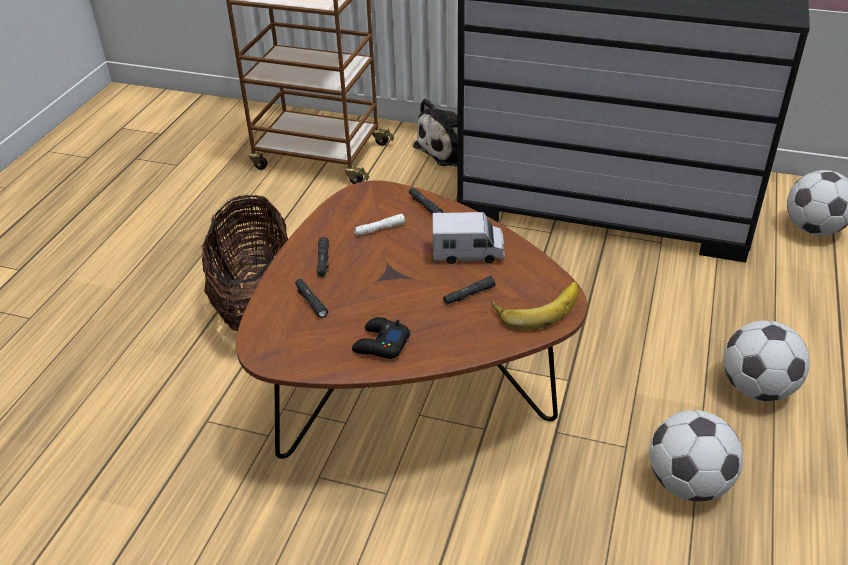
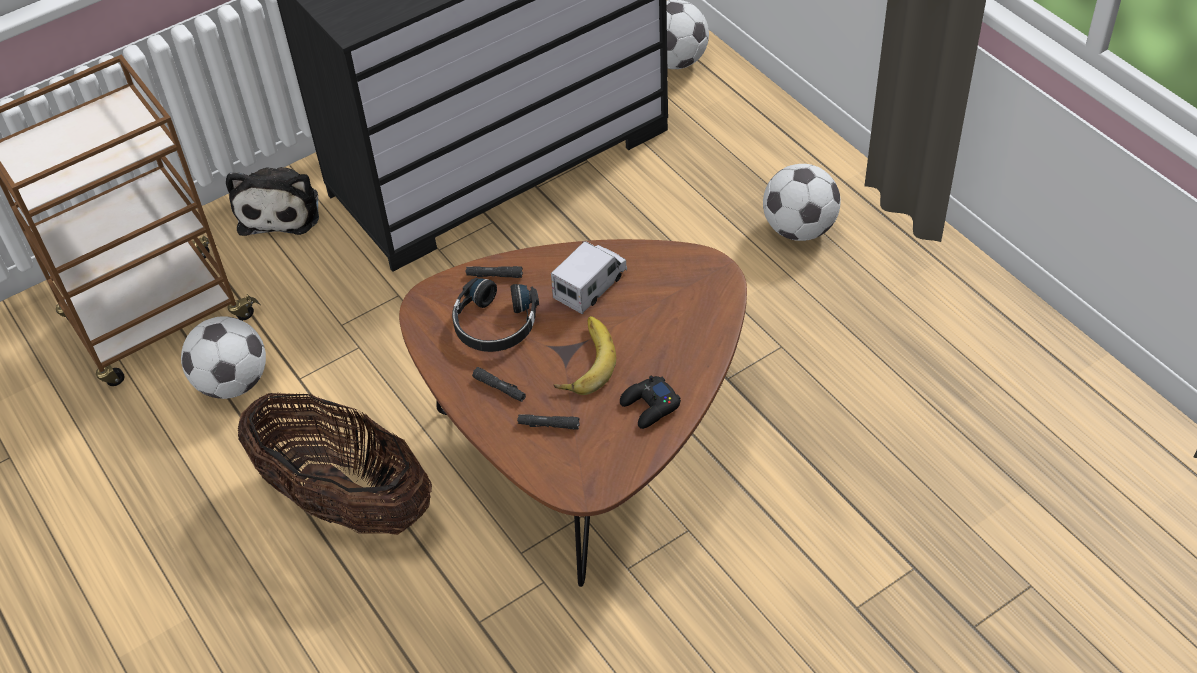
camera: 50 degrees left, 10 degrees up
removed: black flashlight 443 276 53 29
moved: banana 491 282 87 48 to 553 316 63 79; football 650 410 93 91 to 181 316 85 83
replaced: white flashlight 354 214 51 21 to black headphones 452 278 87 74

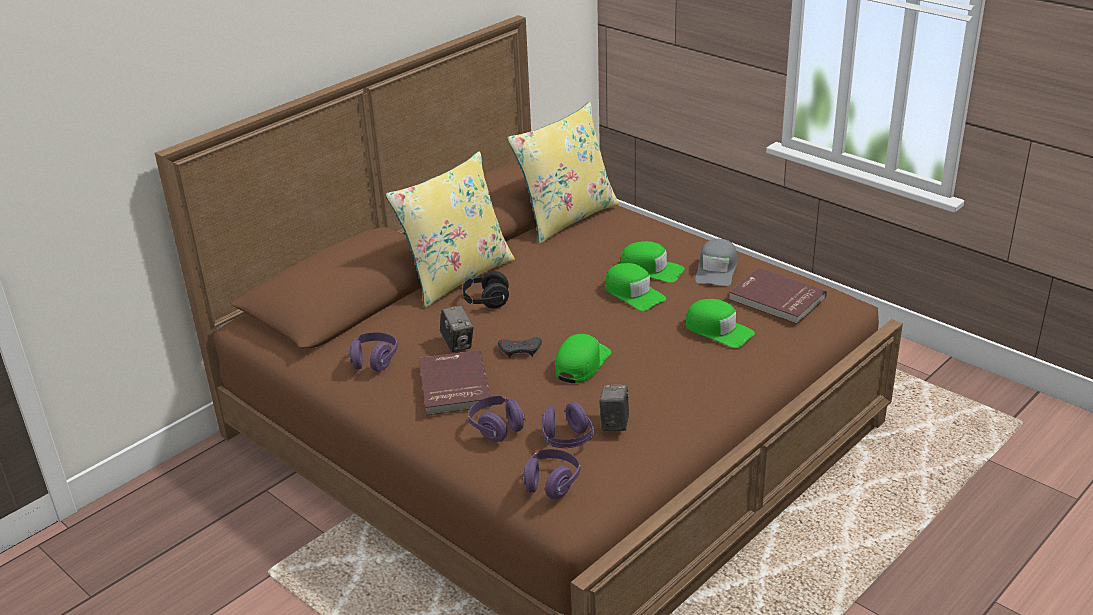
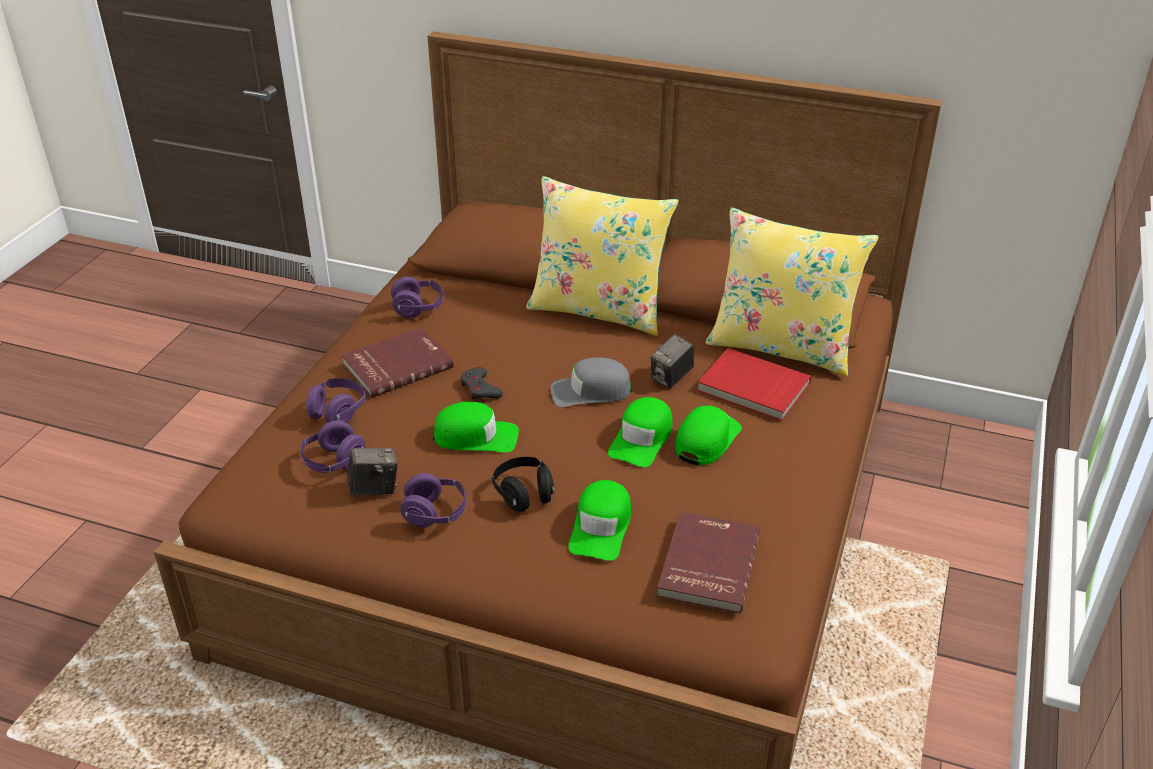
camera: 65 degrees right, 5 degrees up
added: red book 697 348 114 73
moved: photo camera 440 305 34 47 to 651 334 43 55; black headphones 461 271 48 38 to 492 457 63 55; purple headphones 523 449 58 50 to 400 473 68 55; grey cap 695 239 42 47 to 551 358 80 49
turned: green cap 619 241 66 41 = 675 406 67 59 150 degrees counterclockwise

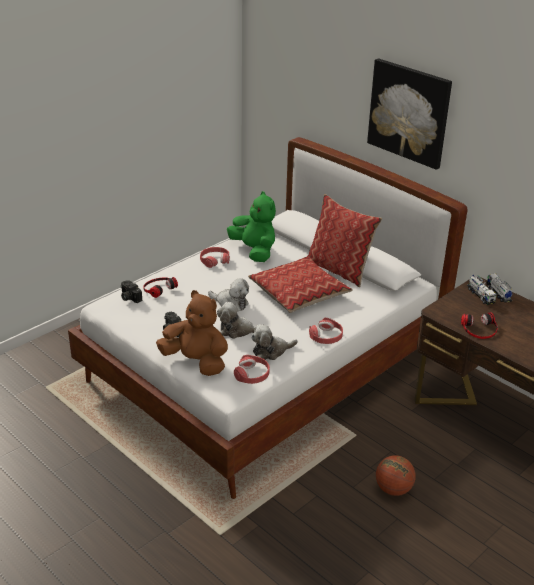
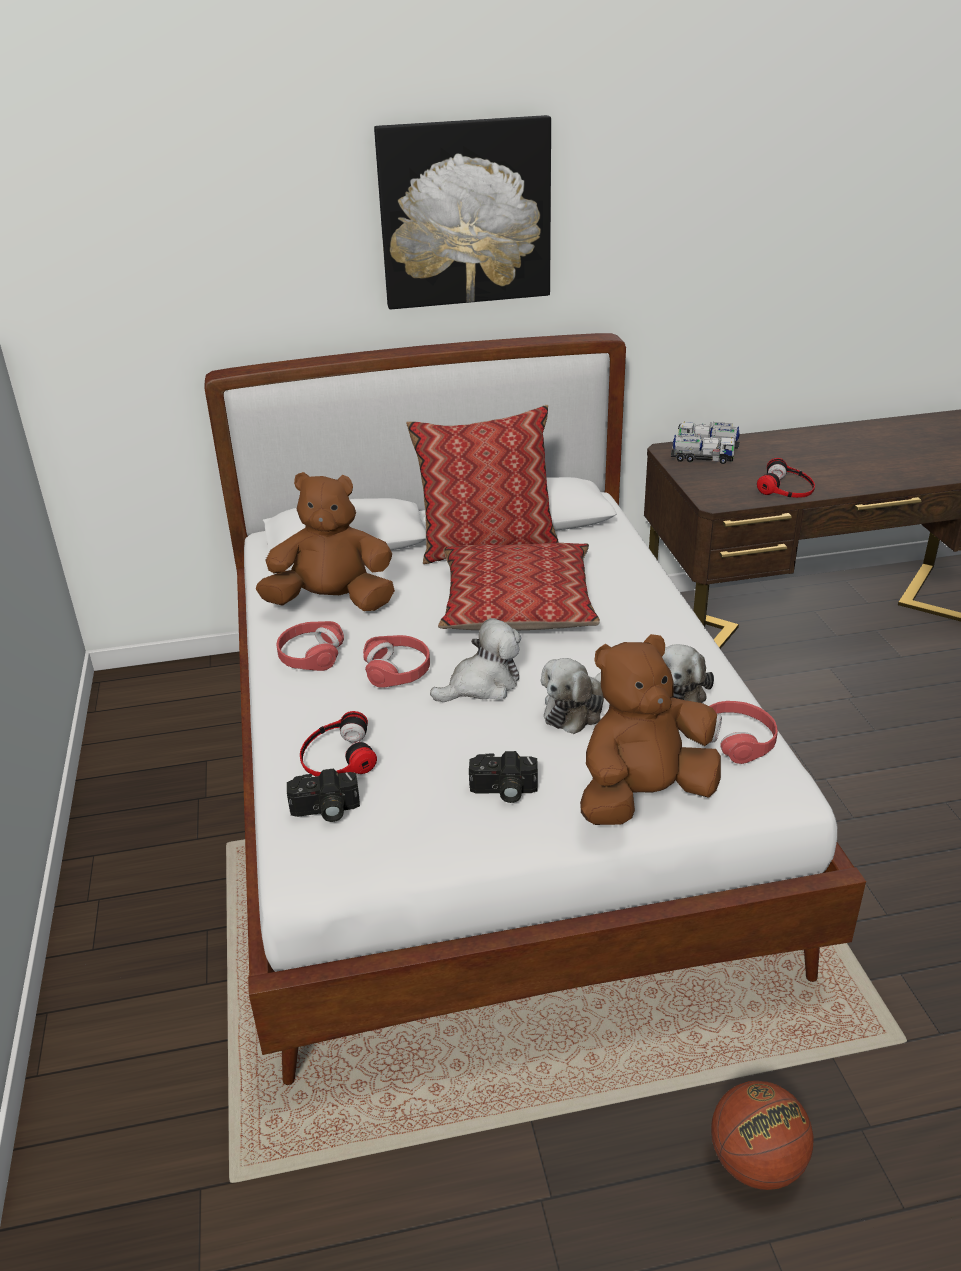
camera: 55 degrees left, 0 degrees up
moved: red headphones 309 318 34 26 to 363 635 67 53; basketball 376 455 40 41 to 711 1081 103 109
recoloured: green plush toy 227 191 49 71 to brown plush toy 256 472 139 139

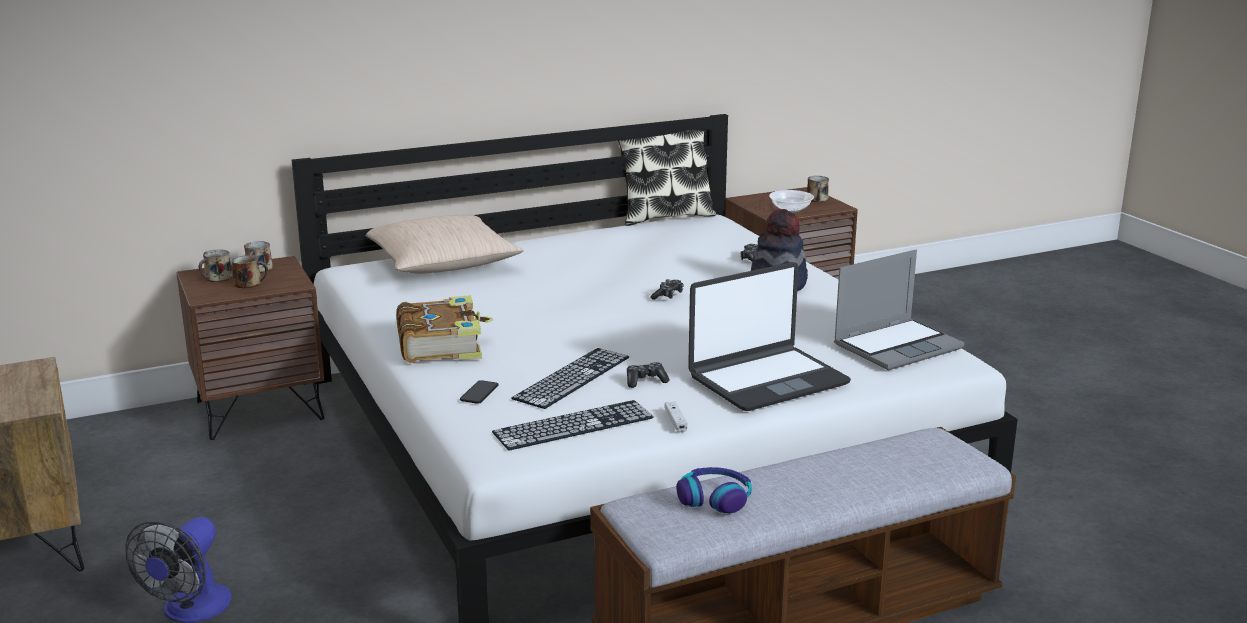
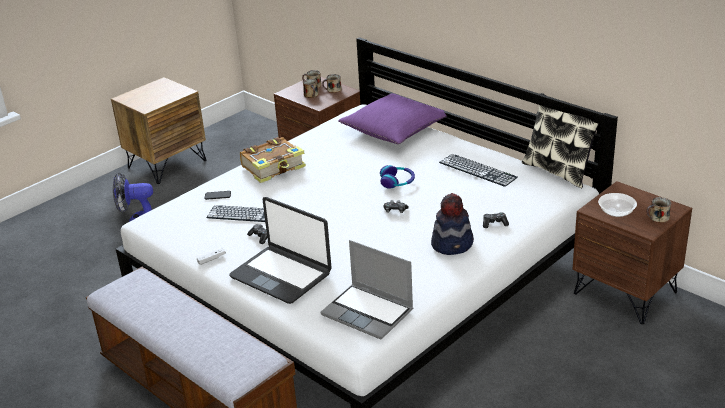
camera: 70 degrees right, 10 degrees up
moved: keyboard 492 400 162 51 to 439 154 79 33; headphones 676 467 76 46 to 380 165 35 24
recoloured: beige pillow 365 215 159 59 to purple pillow 338 93 109 51

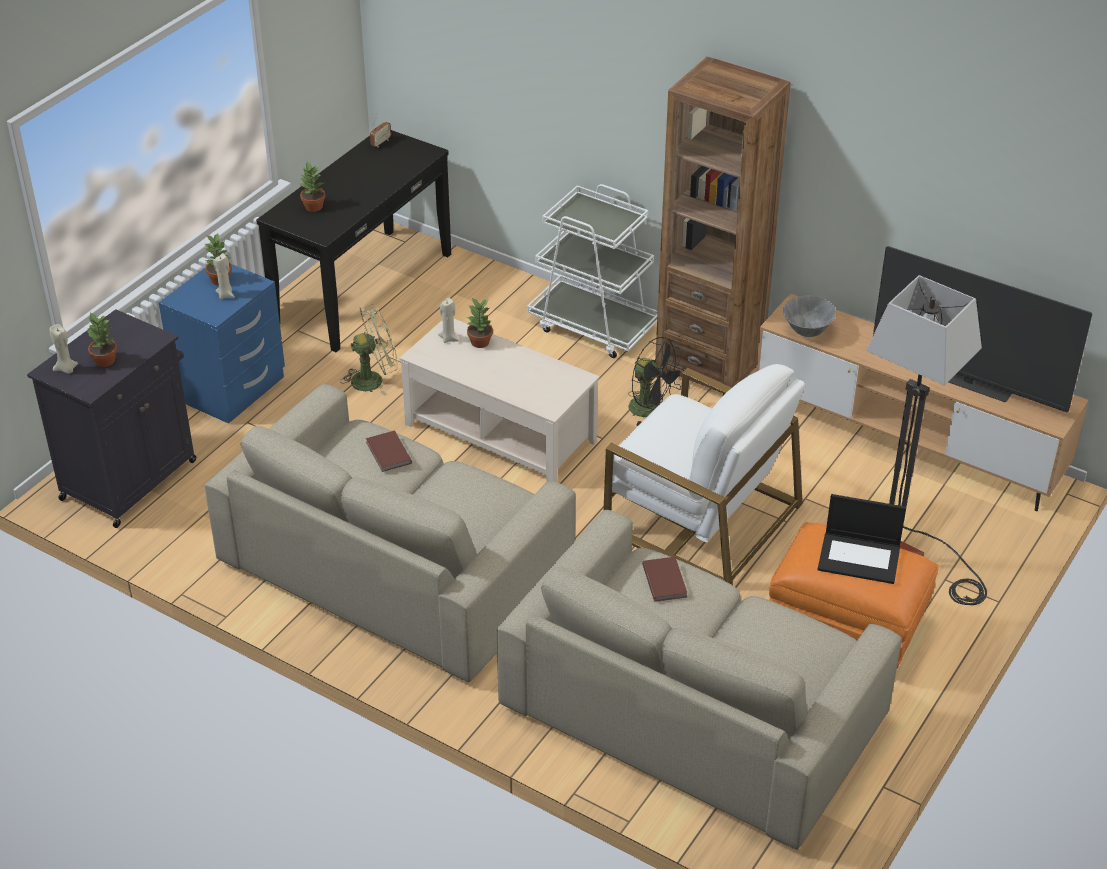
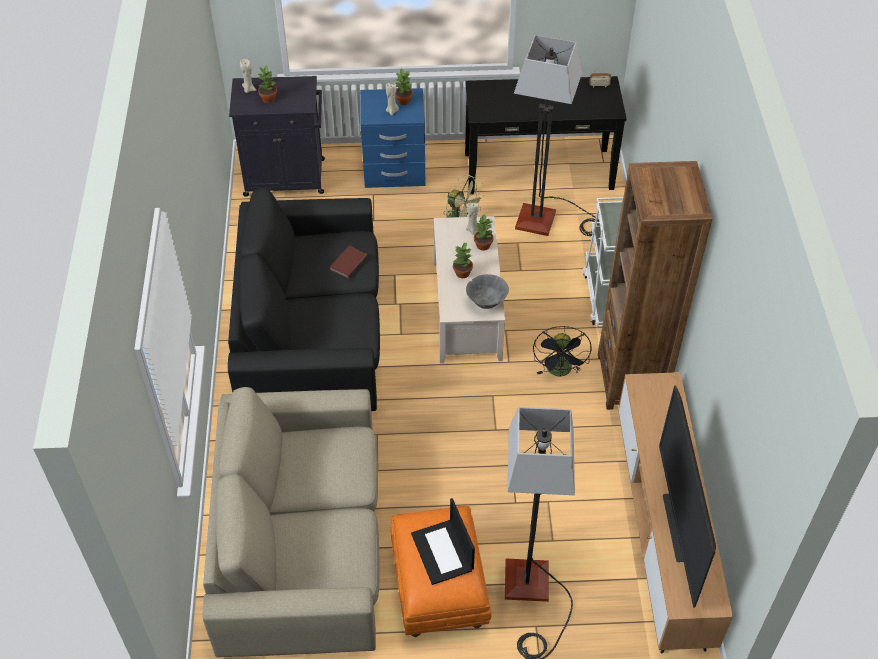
camera: 55 degrees right, 10 degrees up
removed: white armchair 603 364 202 221; brown book 642 557 45 45
added: floor lamp 514 35 86 201
moved: potted plant 300 160 25 52 to 453 242 20 36; grey bowl 783 296 53 41 to 466 274 43 35
recoloured: beige sofa 204 384 372 298 to black sofa 228 188 152 223

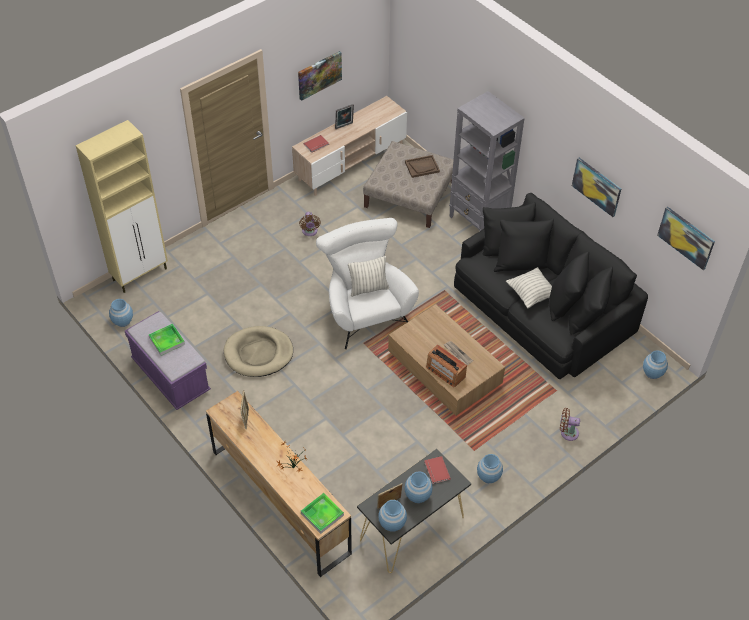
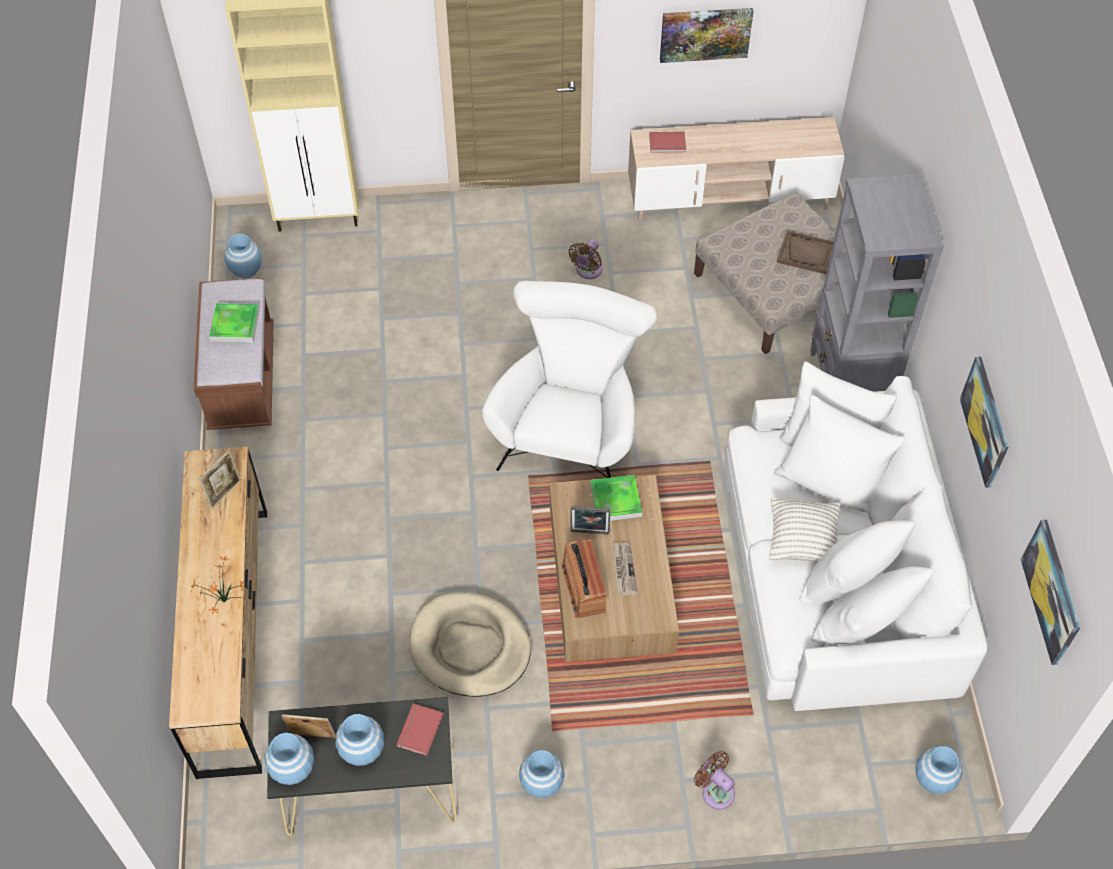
camera: 35 degrees right, 5 degrees up
removed: pillow 348 256 41 41
moved: beige dog bed 224 326 69 51 to 409 592 122 105; tray 301 493 43 41 to 591 475 51 46; picture frame 335 104 19 25 to 570 506 40 29
recoloured: purple bench 125 311 86 99 to brown bench 193 278 81 152; black sofa 454 193 194 186 to white sofa 725 361 263 350

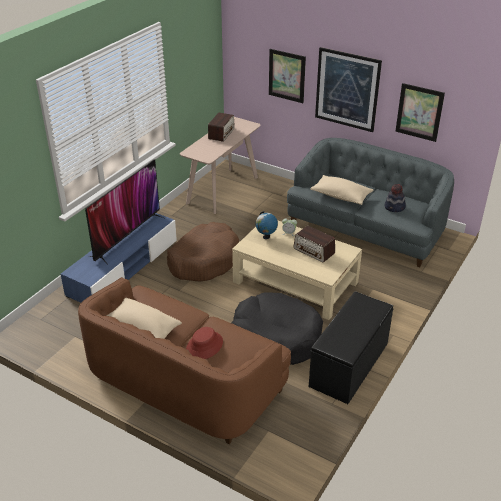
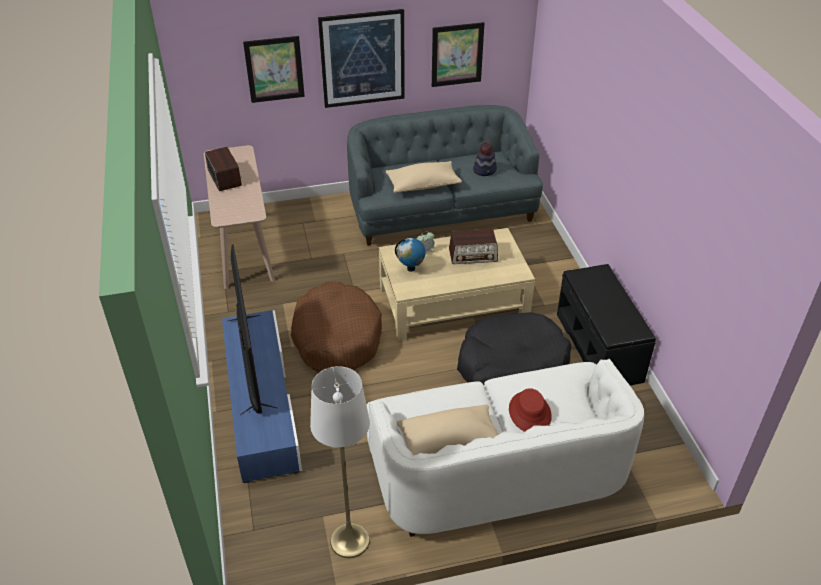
camera: 45 degrees left, 5 degrees up
added: white floor lamp 310 366 60 192
recoloured: brown sofa 78 277 213 167 to white sofa 366 359 278 178

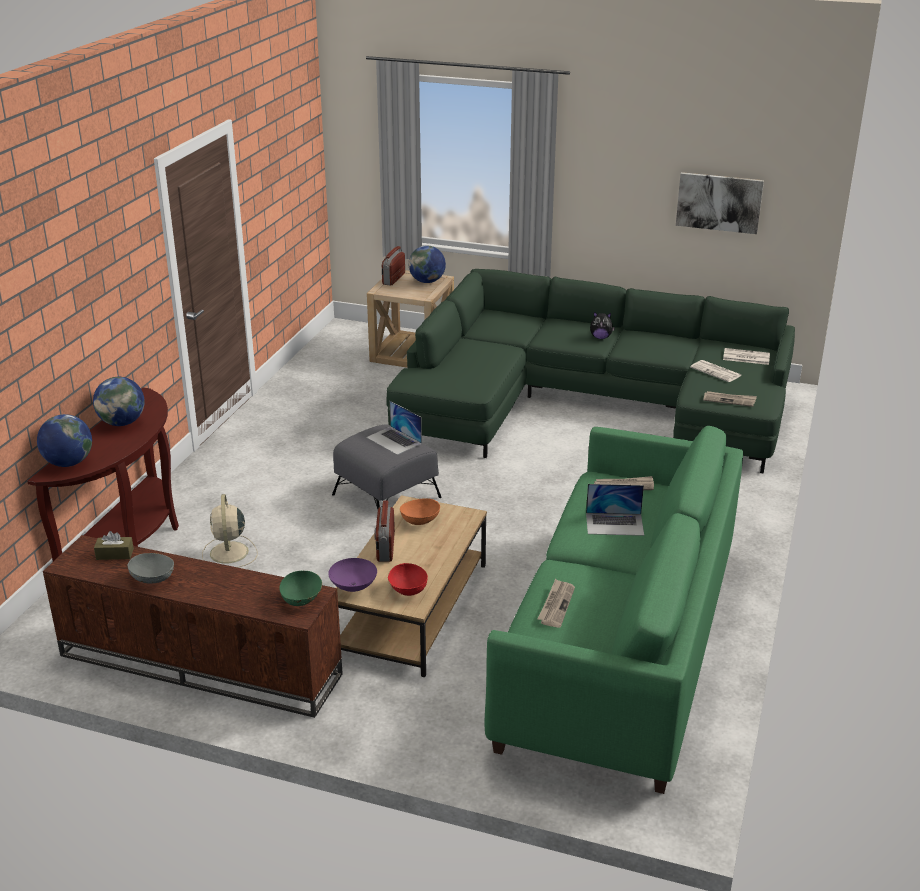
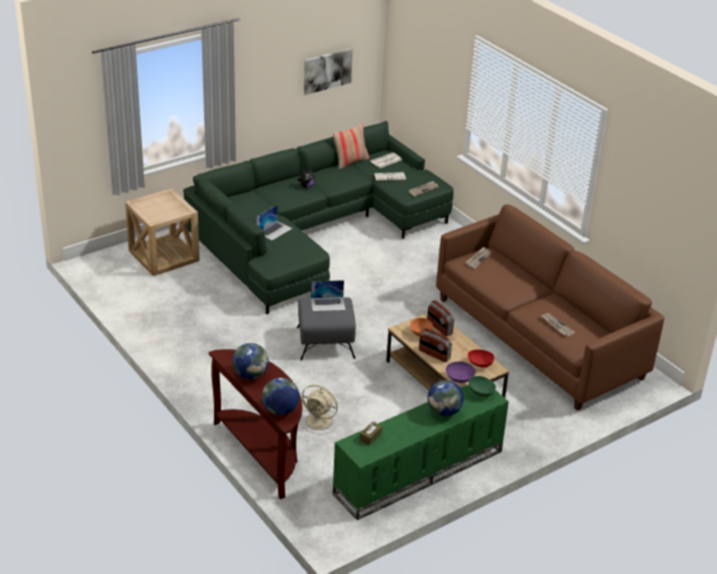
camera: 55 degrees left, 5 degrees up
removed: grey bowl 128 553 46 30
added: pillow 333 123 36 46
moved: radio 382 246 23 40 to 427 300 27 36; globe 408 246 38 37 to 428 380 36 36; laptop 586 484 58 52 to 257 205 36 35
recoloured: brown tv stand 43 535 300 183 to green tv stand 333 384 176 136; green sofa 485 426 258 368 to brown sofa 436 205 228 206

